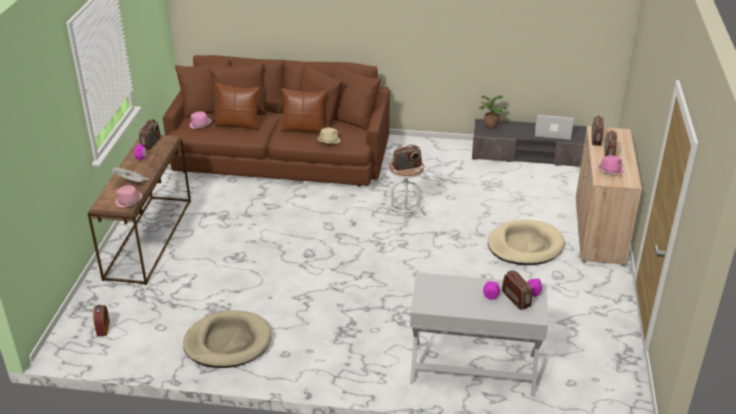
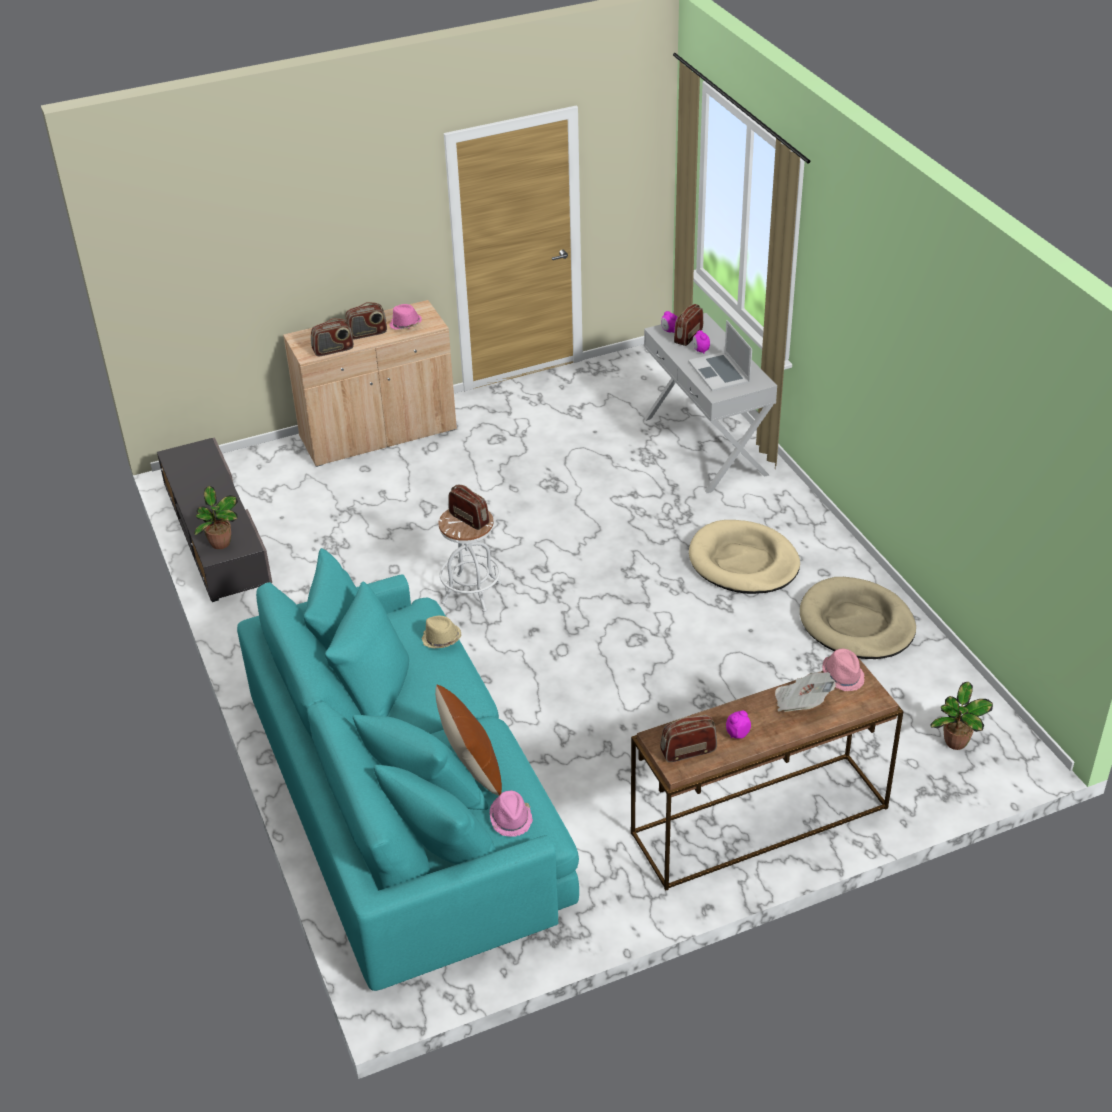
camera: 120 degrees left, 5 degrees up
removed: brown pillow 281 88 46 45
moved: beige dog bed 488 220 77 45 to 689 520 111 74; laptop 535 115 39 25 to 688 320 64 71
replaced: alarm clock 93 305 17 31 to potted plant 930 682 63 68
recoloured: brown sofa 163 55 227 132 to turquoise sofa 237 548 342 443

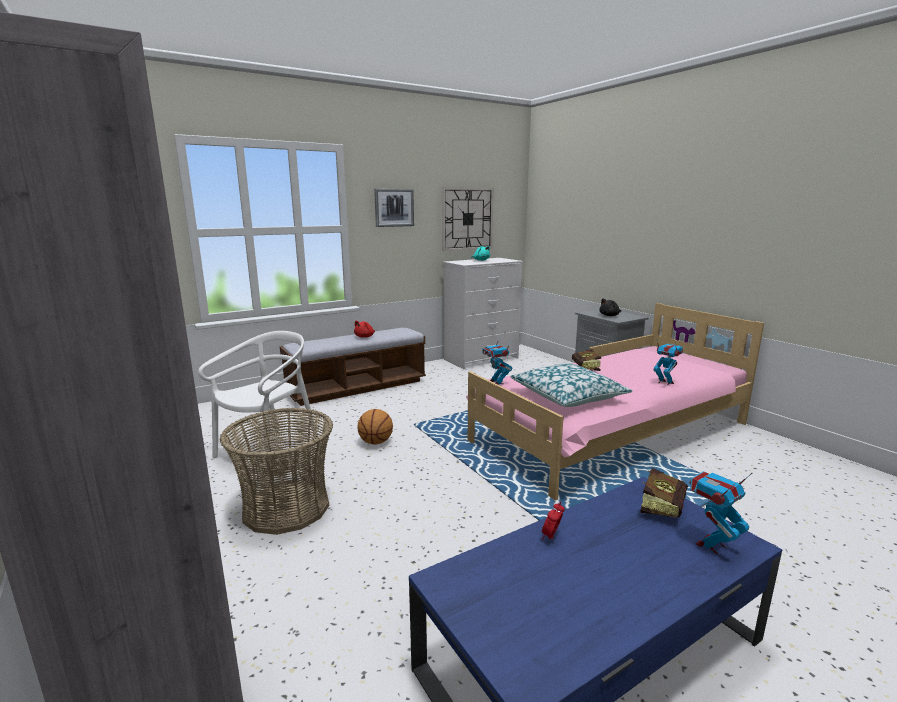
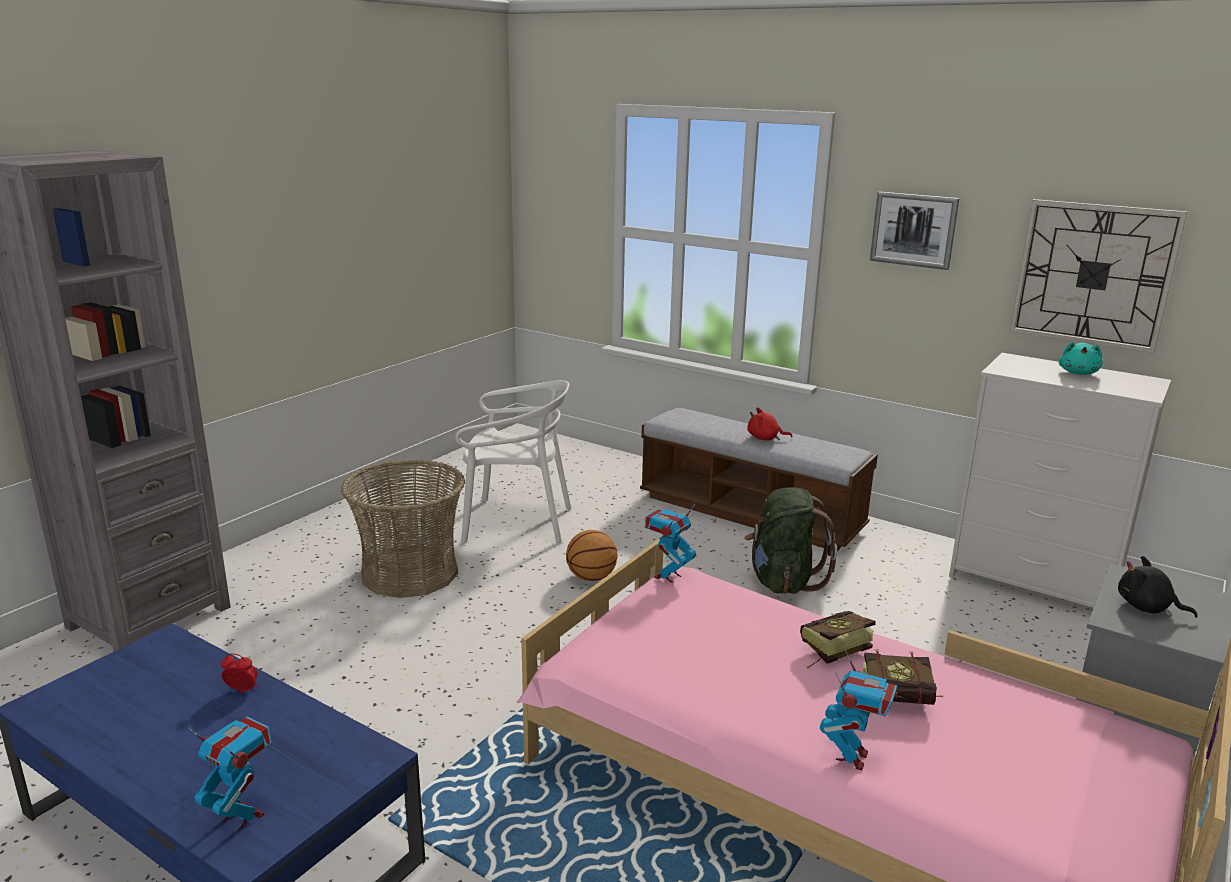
camera: 65 degrees right, 5 degrees up
removed: pillow 510 364 123 43
added: green backpack 744 487 93 107
moved: book 640 468 48 50 to 862 649 81 56

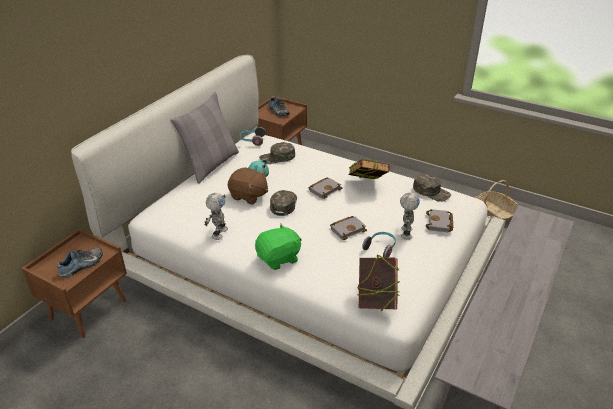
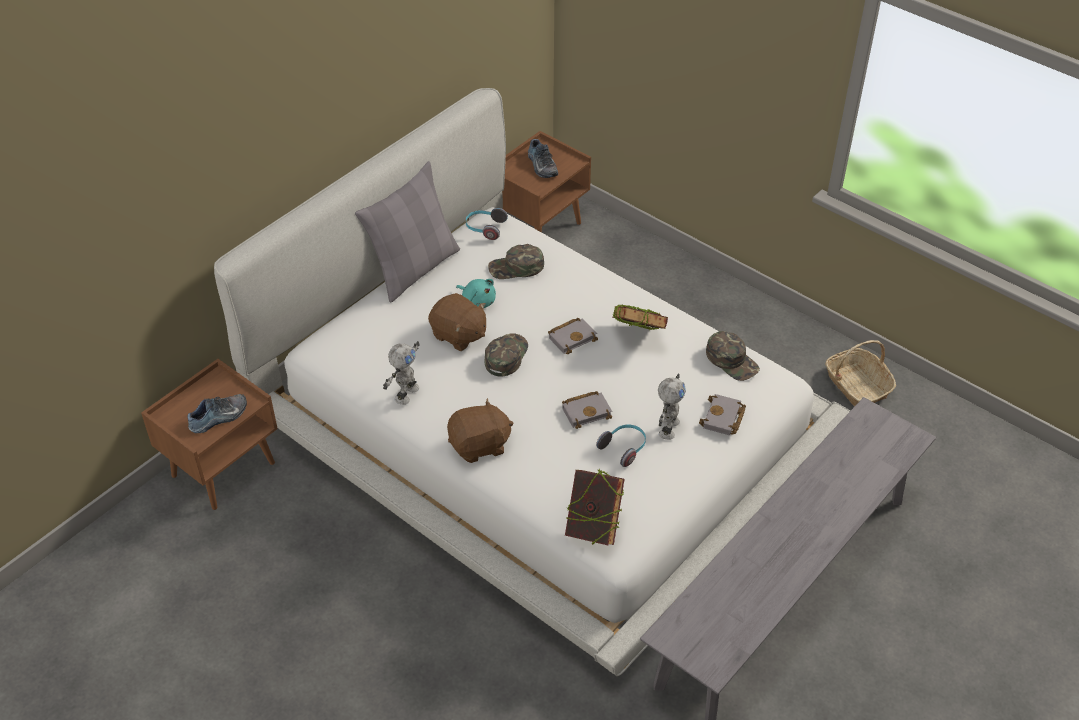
camera: 10 degrees right, 10 degrees up
recoloured: green plush toy 255 224 47 46 to brown plush toy 447 398 66 65

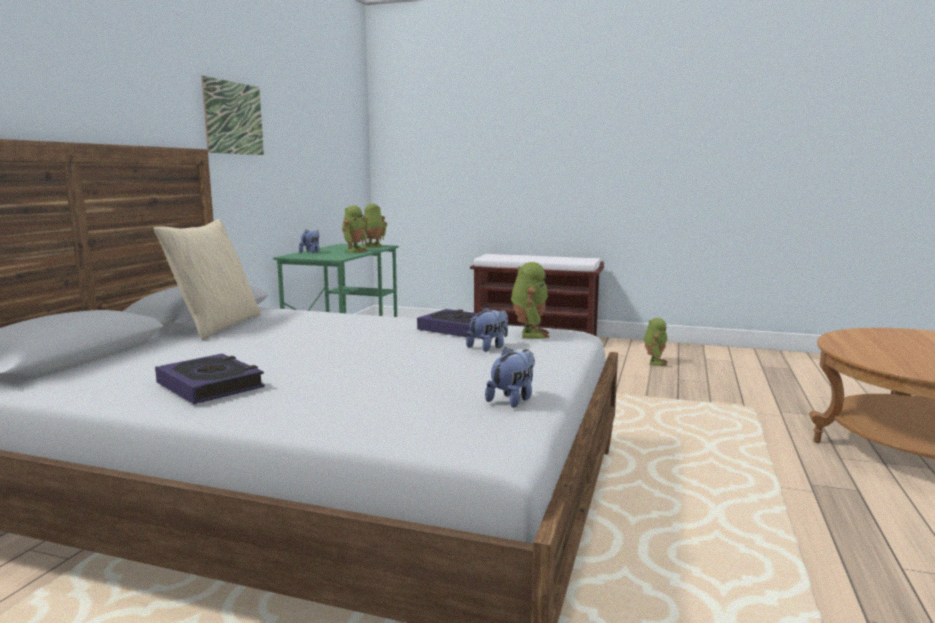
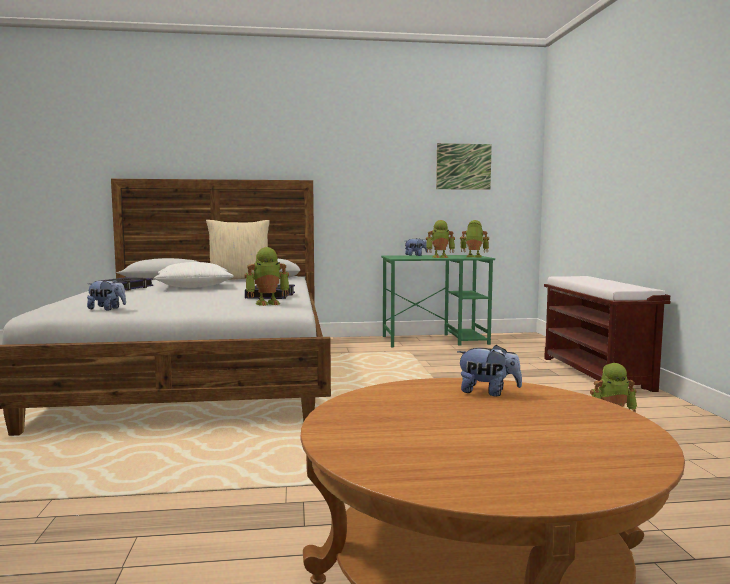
camera: 65 degrees right, 5 degrees down
added: white pillow 154 262 80 26
moved: picture 201 76 63 79 to 436 143 56 47; plush toy 466 307 42 45 to 457 345 65 52

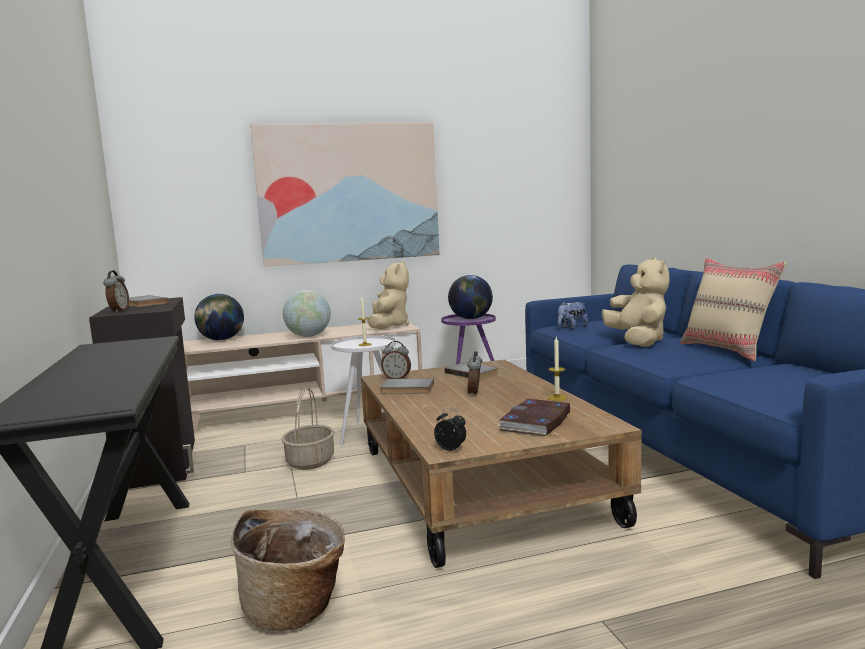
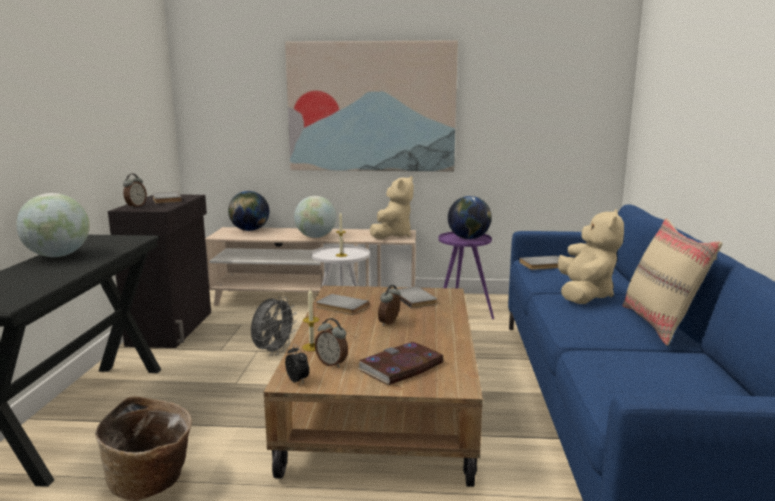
camera: 20 degrees right, 5 degrees up
added: globe 16 193 74 64
moved: alarm clock 381 341 30 38 to 315 318 33 50; candle 547 337 20 64 to 302 289 17 62
replaced: basket 282 387 52 83 to grey fan 251 297 46 58; plush toy 558 301 30 28 to grey book 519 256 40 14

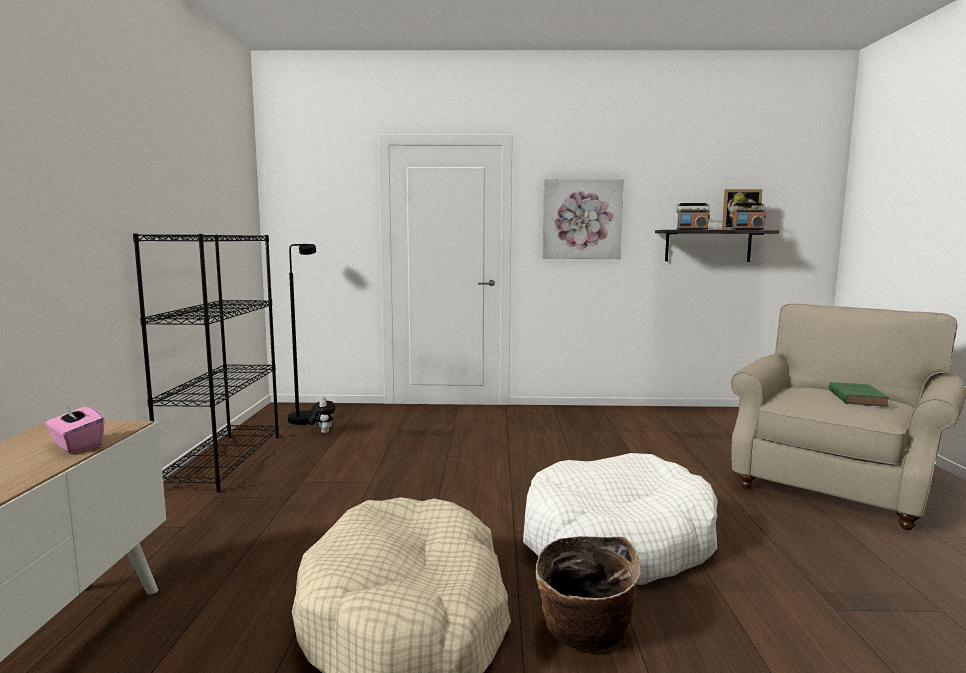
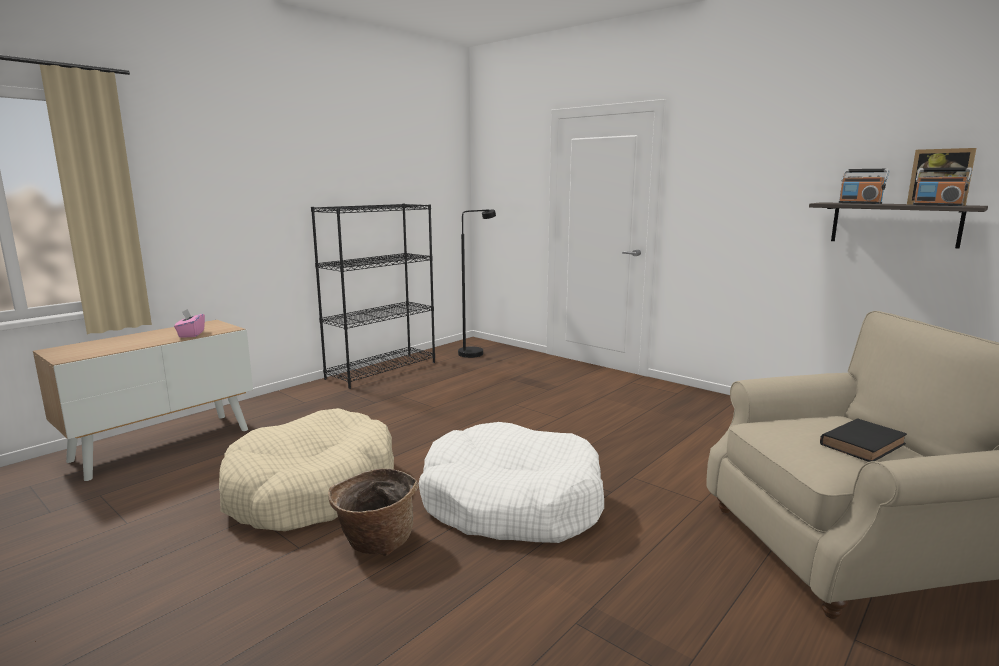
camera: 40 degrees right, 5 degrees up
removed: plush toy 309 397 27 37; picture 542 179 82 80
recoloured: green book 829 382 61 25 to black book 820 418 87 44

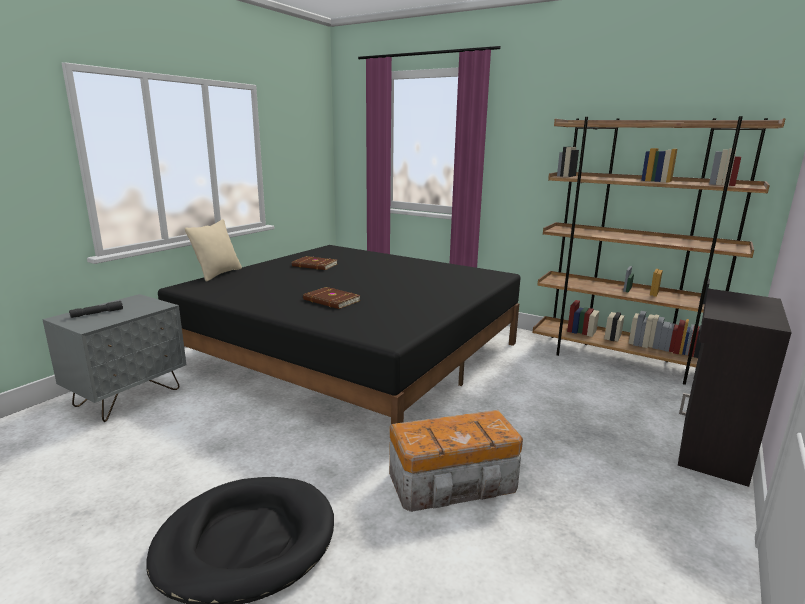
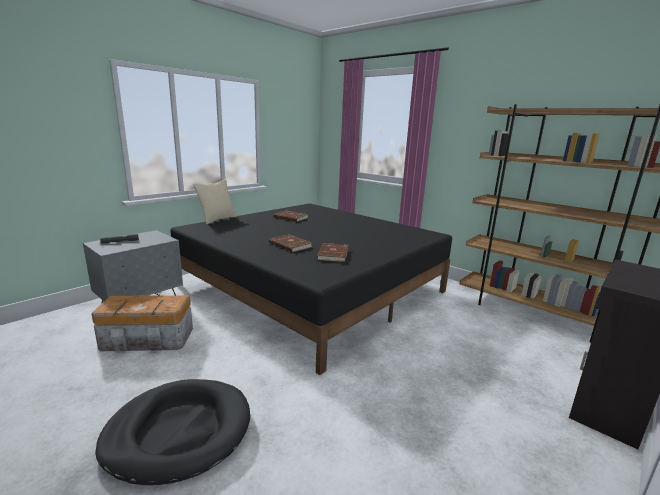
camera: 10 degrees right, 0 degrees up
added: brown book 317 243 32 19
moved: storage box 389 410 134 102 to 92 295 101 56

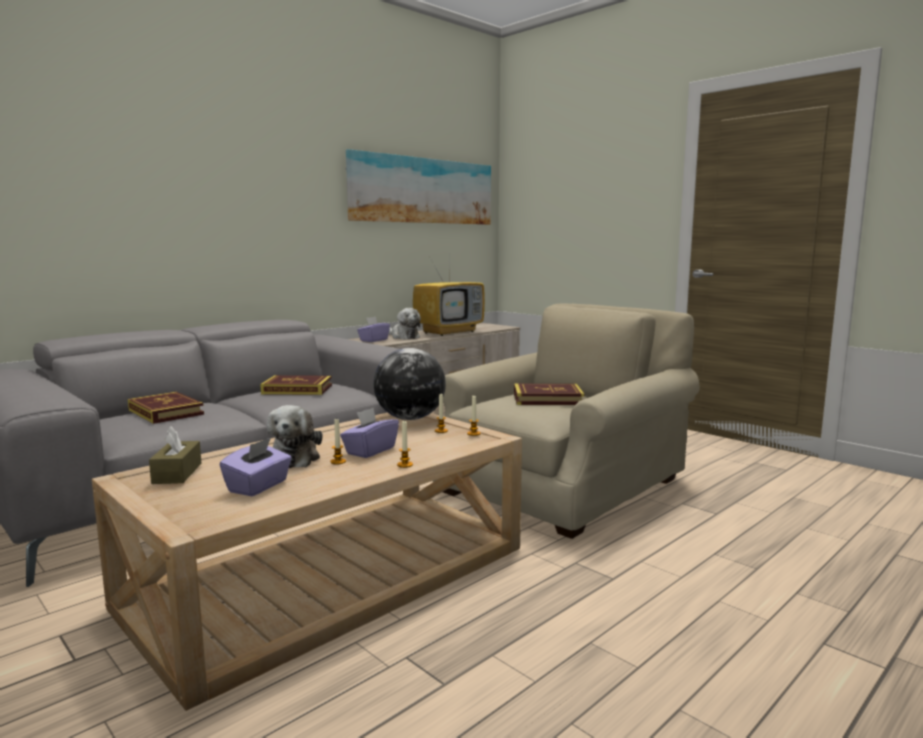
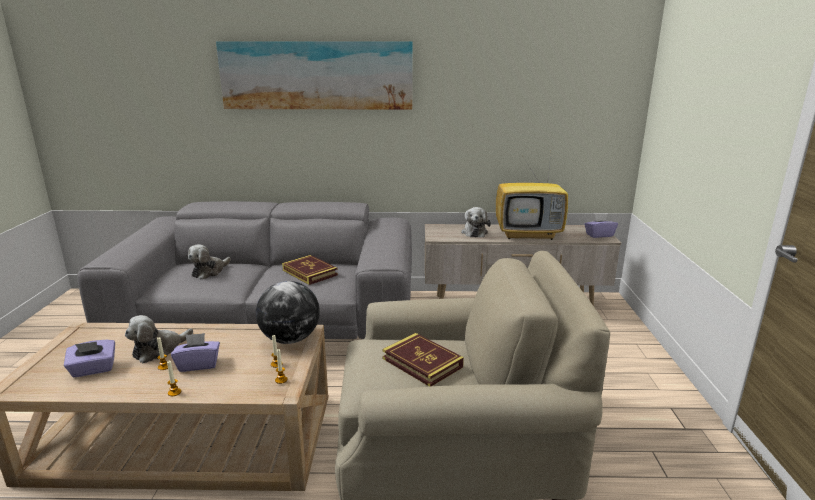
camera: 45 degrees right, 10 degrees up
removed: brown tissue box 149 426 52 58
moved: picture 346 149 145 76 to 216 41 197 69; purple tissue box 357 317 33 25 to 585 214 33 24
replaced: book 128 392 76 32 to plush toy 188 244 43 35

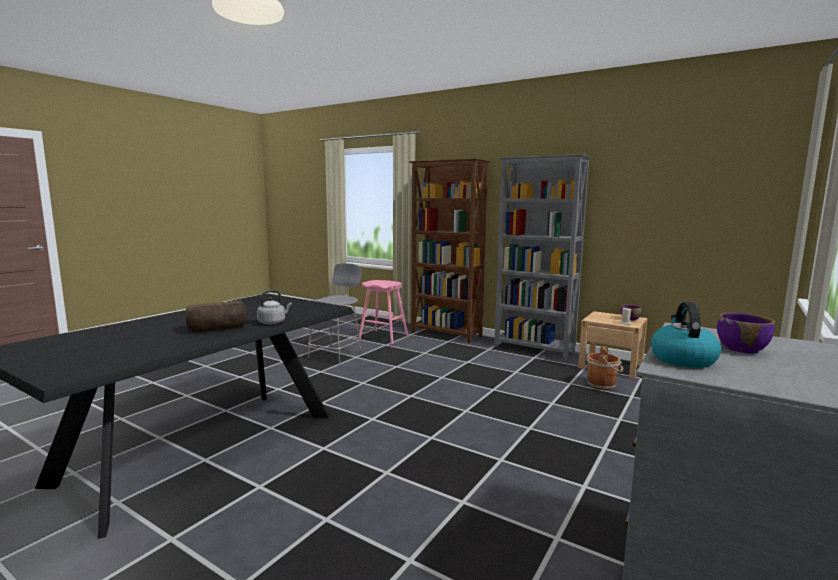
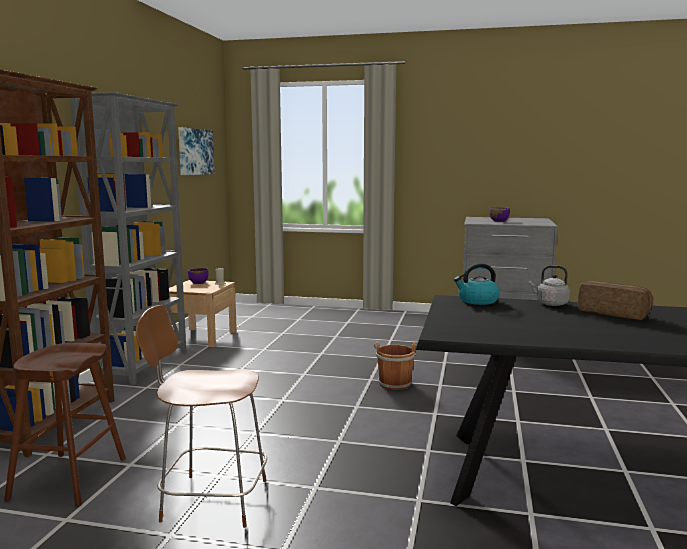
camera: 110 degrees left, 0 degrees up
added: picture 178 127 36 48
moved: brown bucket 587 346 36 44 to 374 341 43 49; kettle 651 302 70 66 to 454 263 46 42
recoloured: grey chair 308 263 54 101 to brown chair 136 305 131 223; pink stool 359 280 49 64 to brown stool 4 343 122 163

